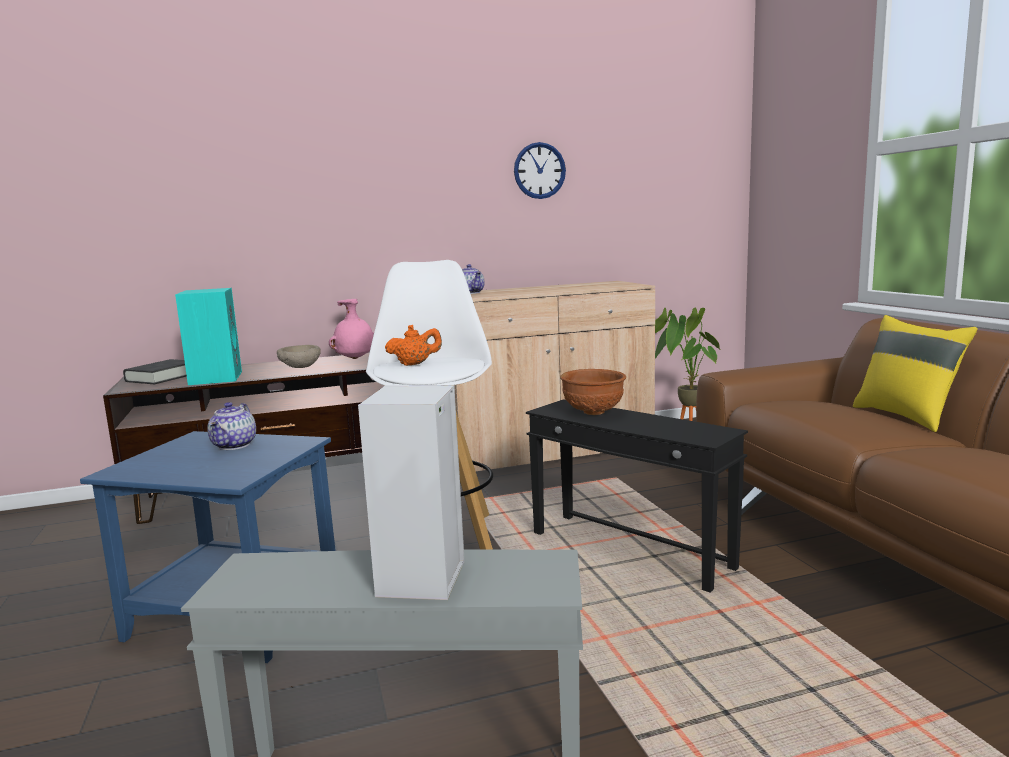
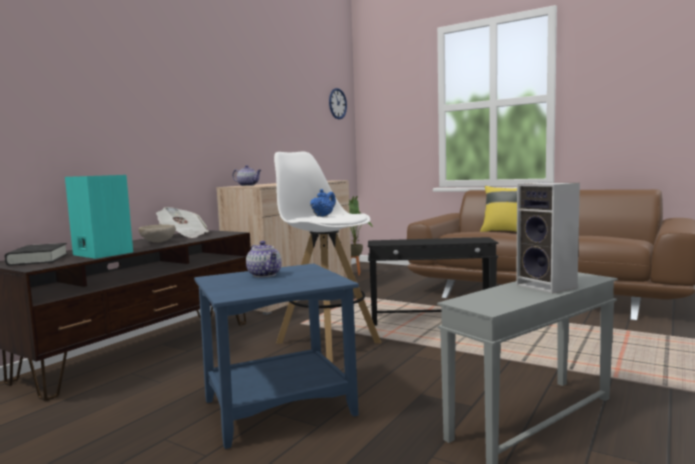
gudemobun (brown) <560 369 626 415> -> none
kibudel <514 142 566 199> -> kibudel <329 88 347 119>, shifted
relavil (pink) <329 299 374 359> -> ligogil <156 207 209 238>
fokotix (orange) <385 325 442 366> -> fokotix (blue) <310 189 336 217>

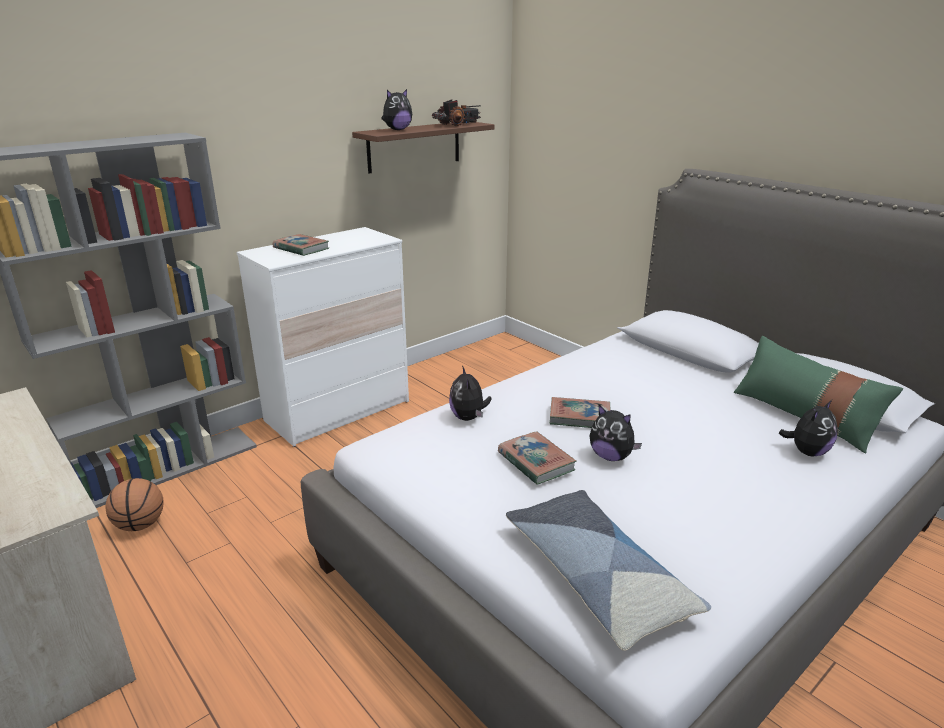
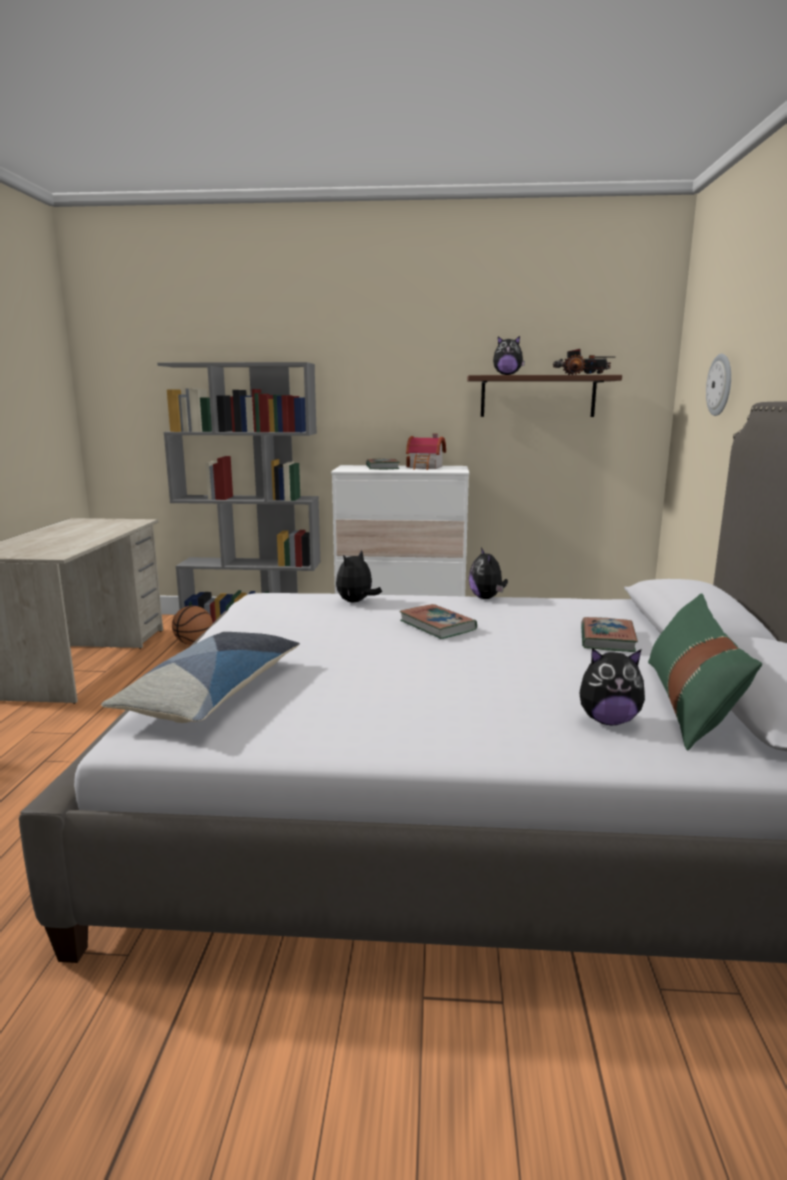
none -> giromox <406 434 446 470>
none -> kibudel <706 354 731 416>
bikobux <498 431 577 485> -> bikobux <581 617 638 652>, shifted
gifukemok <589 405 642 461> -> gifukemok <469 548 508 599>, shifted

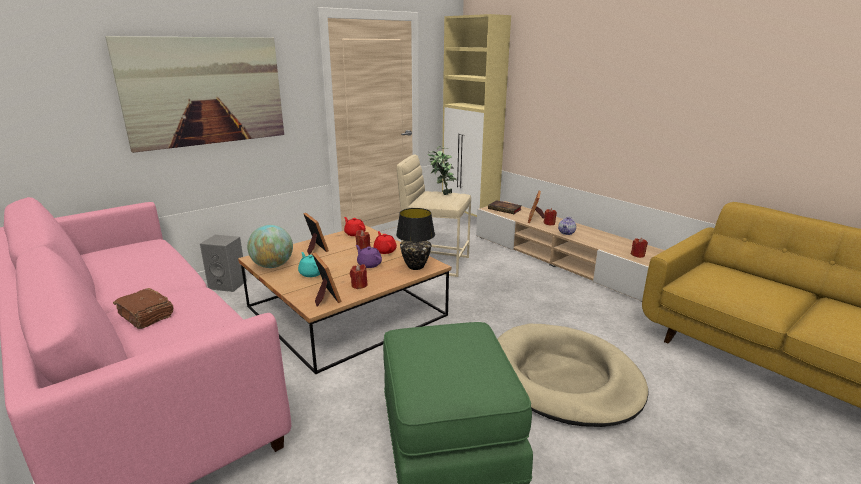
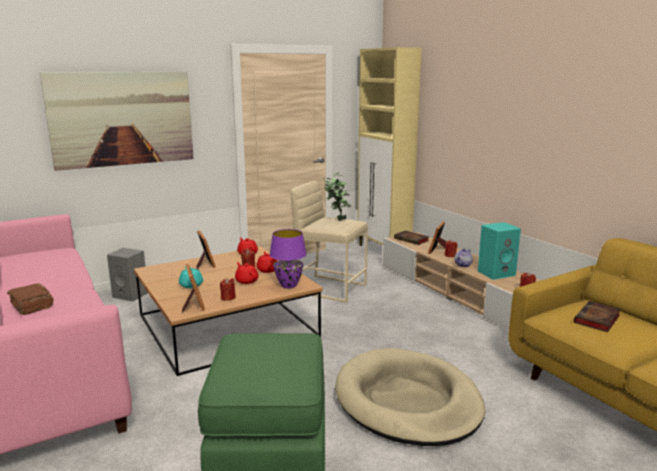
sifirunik <247 225 293 268> -> none
none -> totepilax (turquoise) <478 222 521 280>
none -> bikobux <574 301 621 332>
fokotix (purple) <356 245 382 268> -> fokotix (red) <235 262 259 284>
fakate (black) <396 208 435 270> -> fakate (purple) <269 229 307 288>

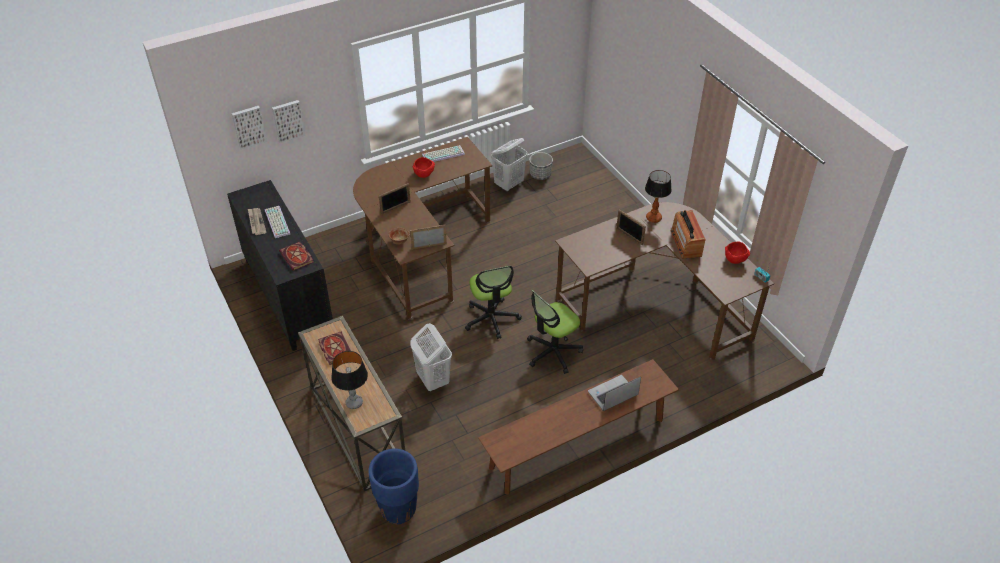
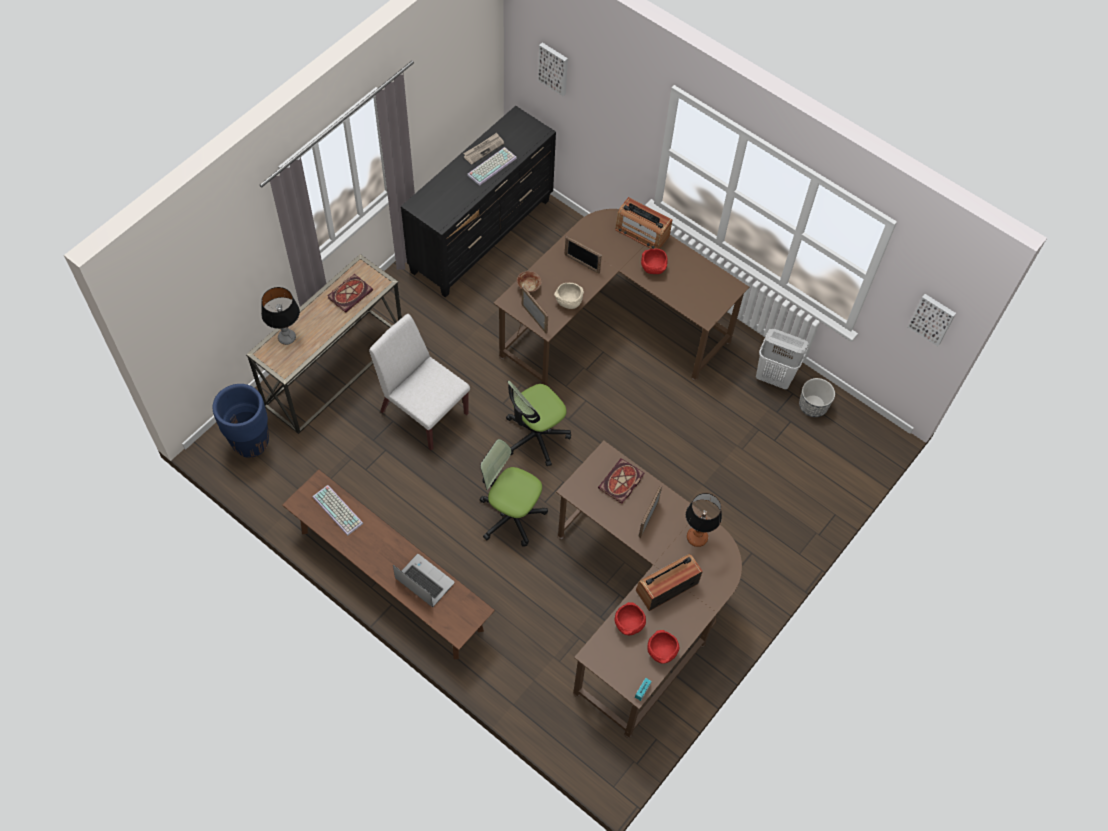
none -> gudemobun (beige) <554 283 584 309>
none -> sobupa <615 197 672 249>
none -> gudemobun (red) <615 602 646 635>
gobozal <272 100 306 143> -> gobozal <908 294 956 346>, shifted
bikobux <279 242 314 271> -> bikobux <598 458 644 504>, shifted
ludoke <422 145 465 162> -> ludoke <313 485 363 536>, shifted
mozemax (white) <410 323 452 391> -> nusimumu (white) <369 314 470 450>

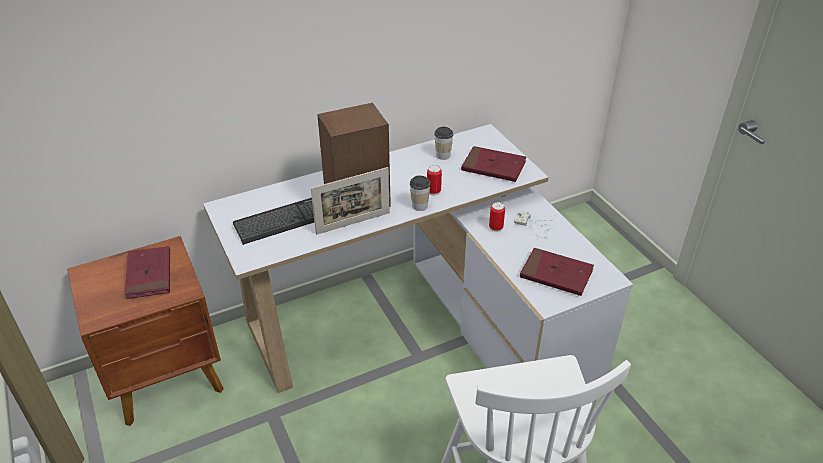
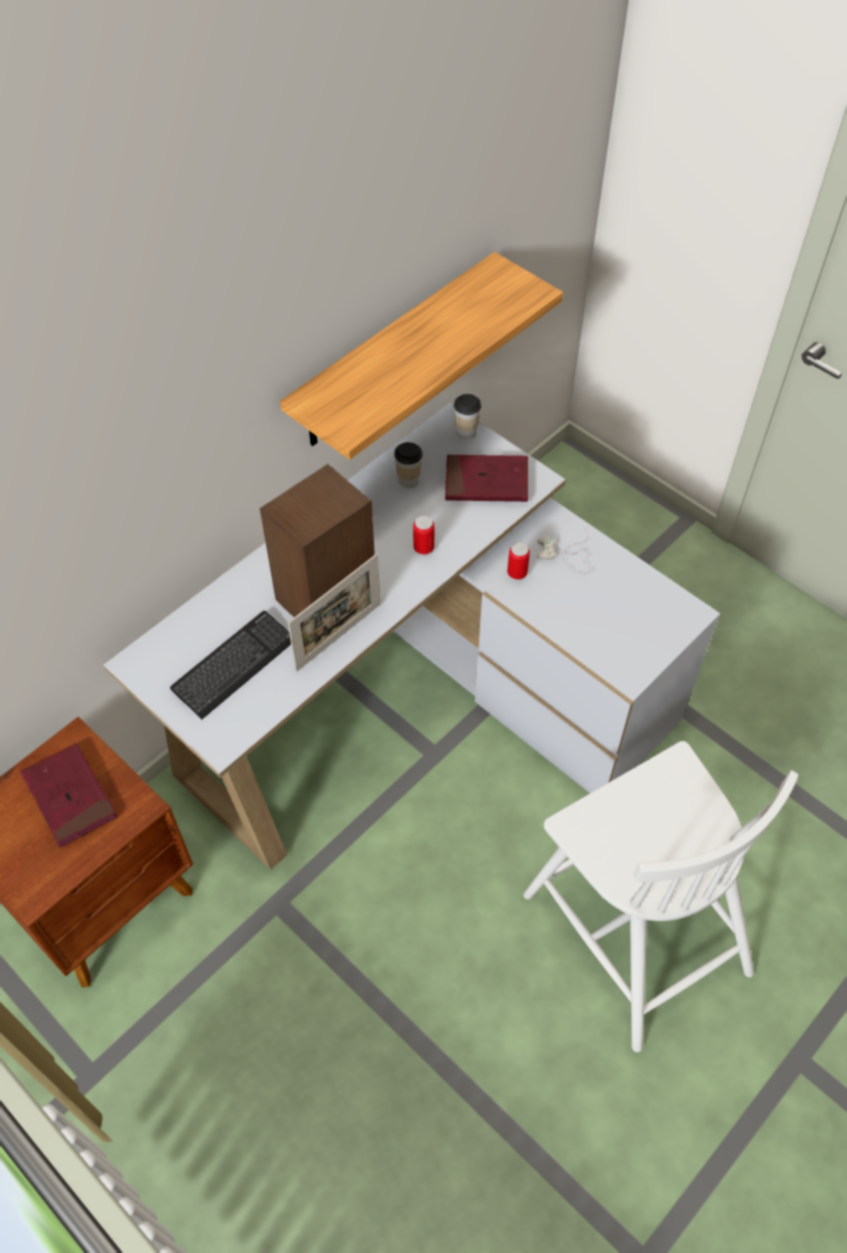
bikobux (red) <520 248 594 296> -> none
none -> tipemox <280 252 563 460>
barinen <410 175 431 211> -> barinen <454 394 481 439>, shifted

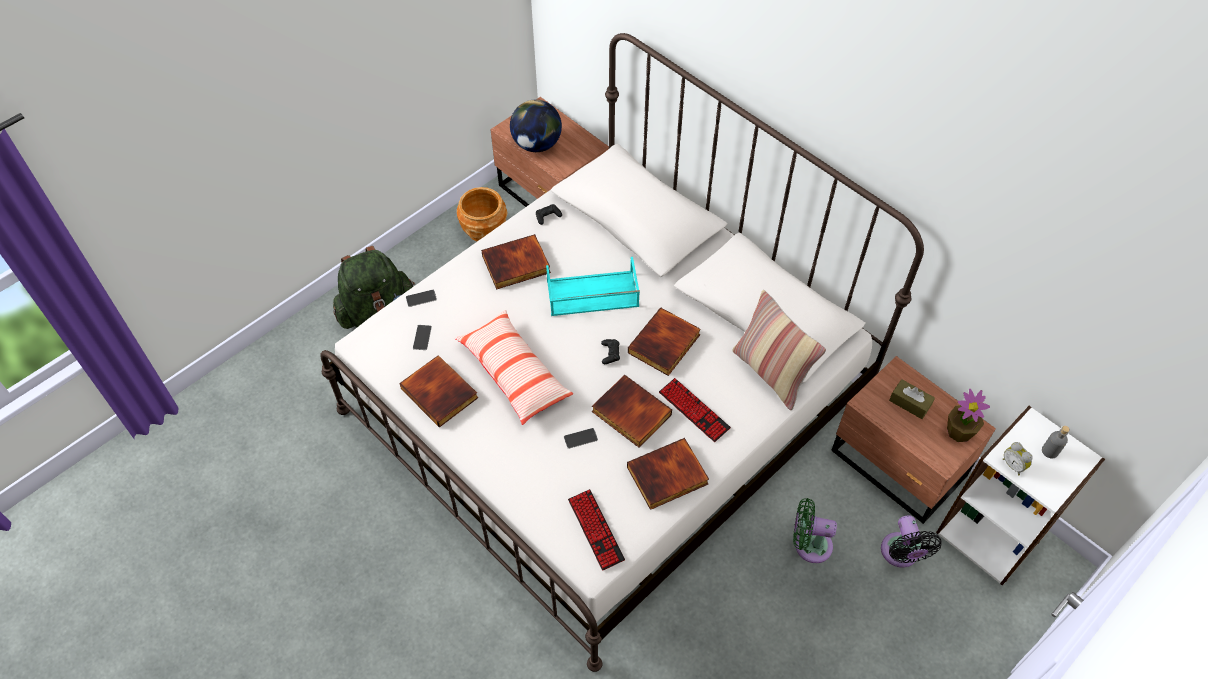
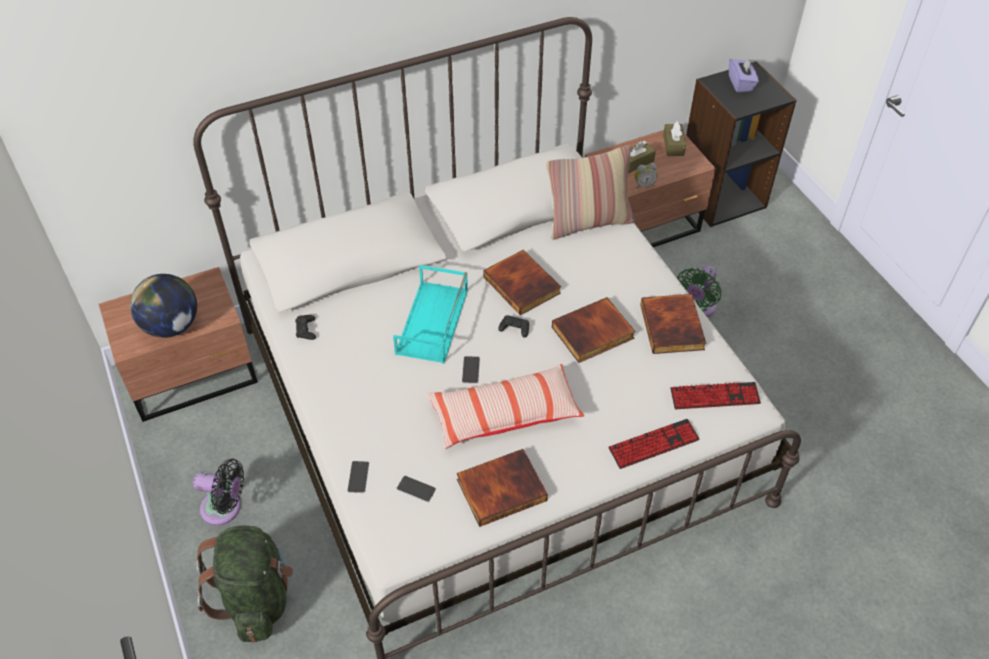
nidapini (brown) <457 187 507 242> -> none
bikobux <481 234 551 290> -> none
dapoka <564 428 598 449> -> dapoka <462 356 480 384>, shifted
ludoke <659 378 731 442> -> ludoke <608 419 700 469>, shifted
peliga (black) <881 515 942 568> -> peliga (black) <193 459 244 525>, shifted
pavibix <1003 442 1033 476> -> pavibix <634 163 657 189>, shifted
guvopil <947 389 990 442> -> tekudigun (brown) <663 121 686 156>
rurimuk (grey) <1042 426 1070 458> -> tekudigun (purple) <729 58 759 92>
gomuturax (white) <936 406 1105 585> -> gomuturax (black) <686 61 797 227>

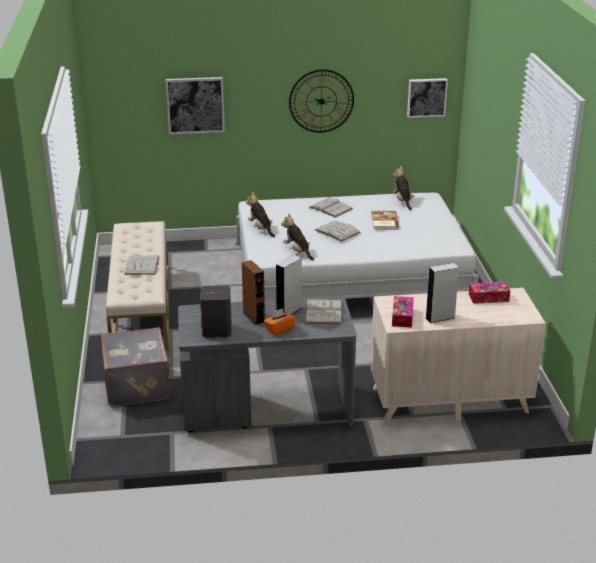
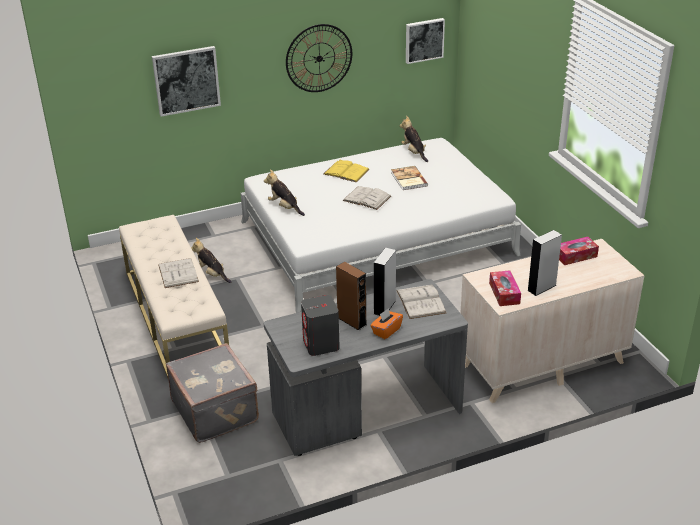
gifukemok <281 213 314 261> -> gifukemok <191 238 231 283>, shifted
bikobux (white) <310 197 353 218> -> bikobux (yellow) <324 160 370 183>

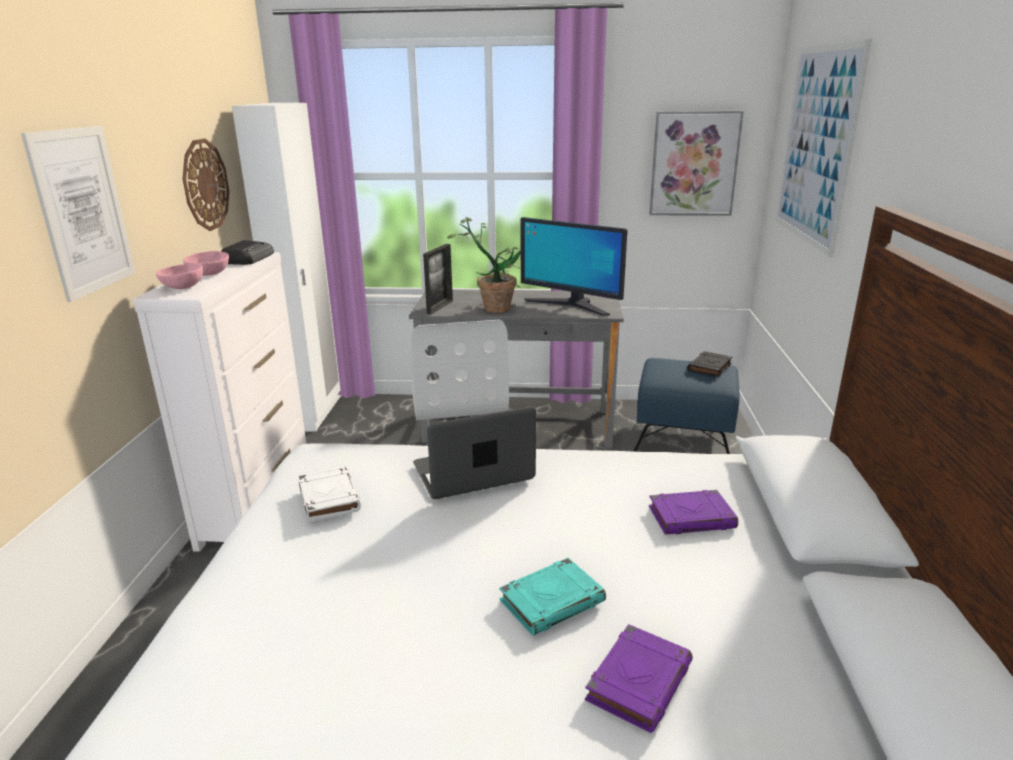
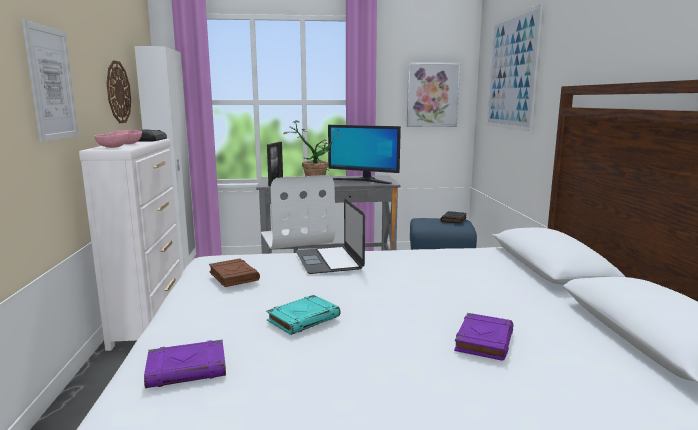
bikobux (turquoise) <499 558 606 636> -> bikobux (turquoise) <266 295 341 335>, shifted
bikobux (purple) <649 490 738 535> -> bikobux (purple) <144 340 226 388>, shifted
bikobux (white) <298 467 361 522> -> bikobux (brown) <209 258 260 287>
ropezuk <413 406 536 499> -> ropezuk <296 199 365 274>, 75 degrees counterclockwise

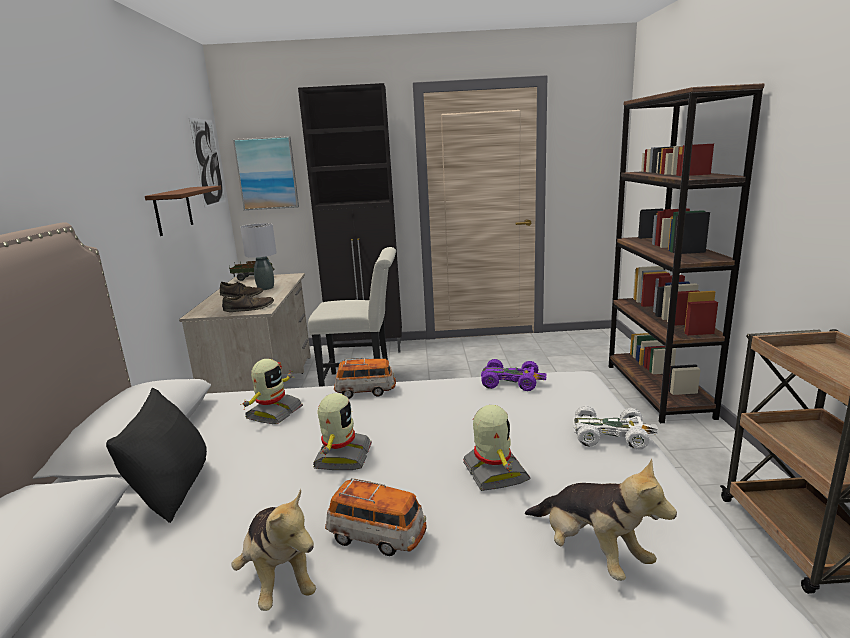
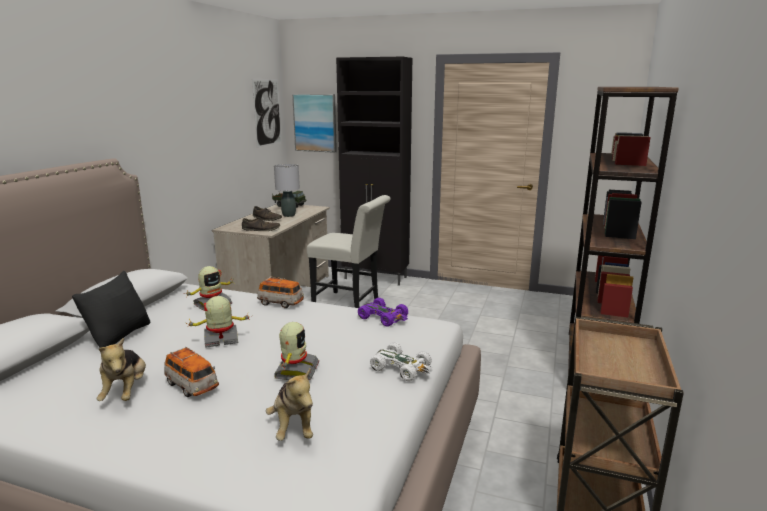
tipemox (brown) <145 186 221 236> -> none
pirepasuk <313 393 372 470> -> pirepasuk <186 296 252 348>, 135 degrees counterclockwise

